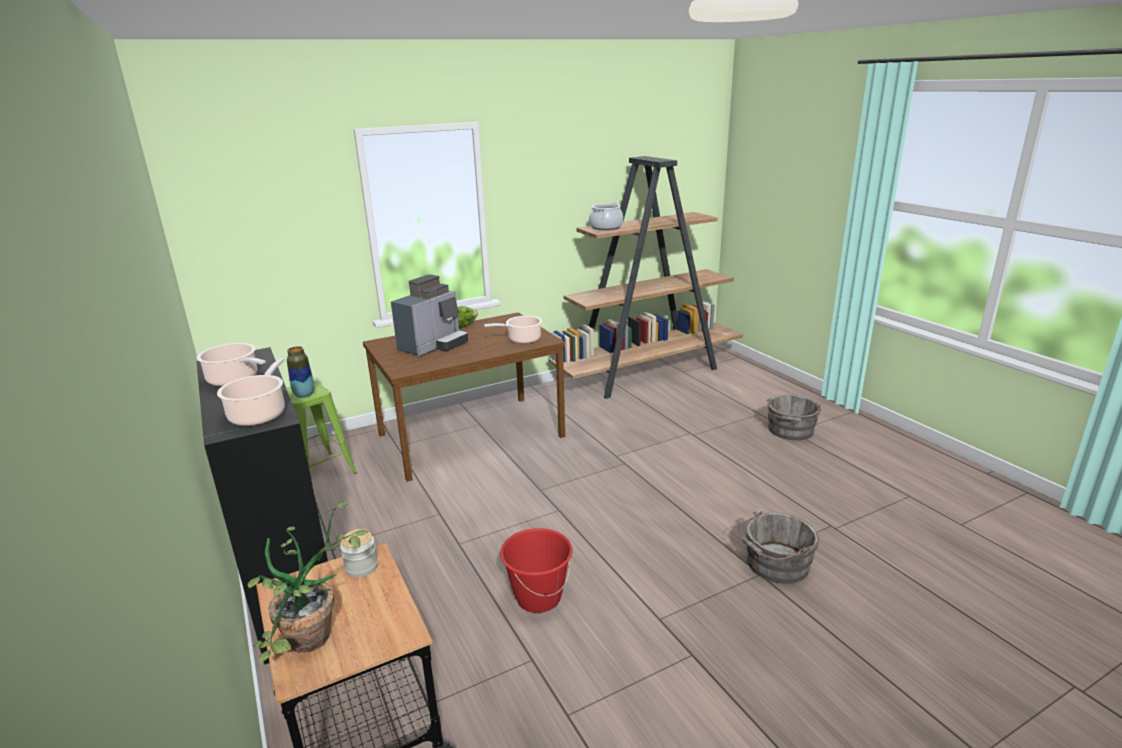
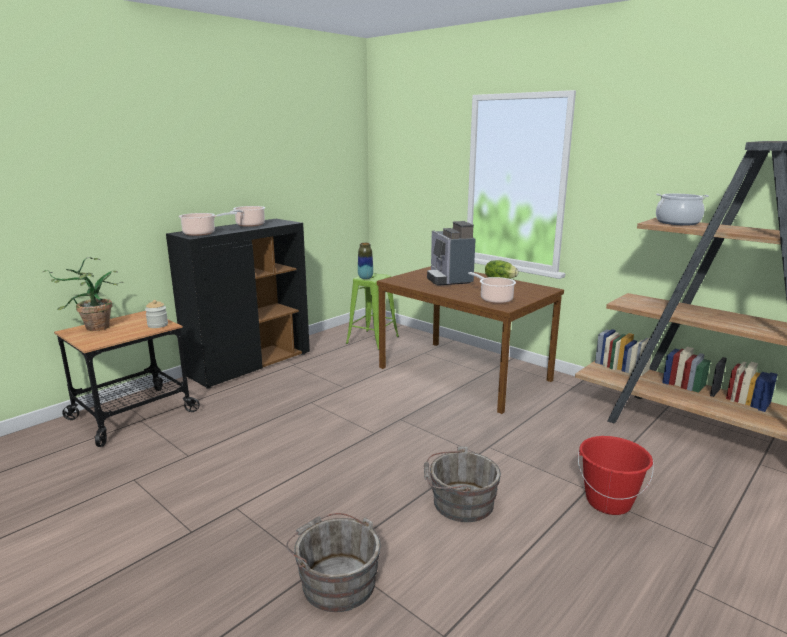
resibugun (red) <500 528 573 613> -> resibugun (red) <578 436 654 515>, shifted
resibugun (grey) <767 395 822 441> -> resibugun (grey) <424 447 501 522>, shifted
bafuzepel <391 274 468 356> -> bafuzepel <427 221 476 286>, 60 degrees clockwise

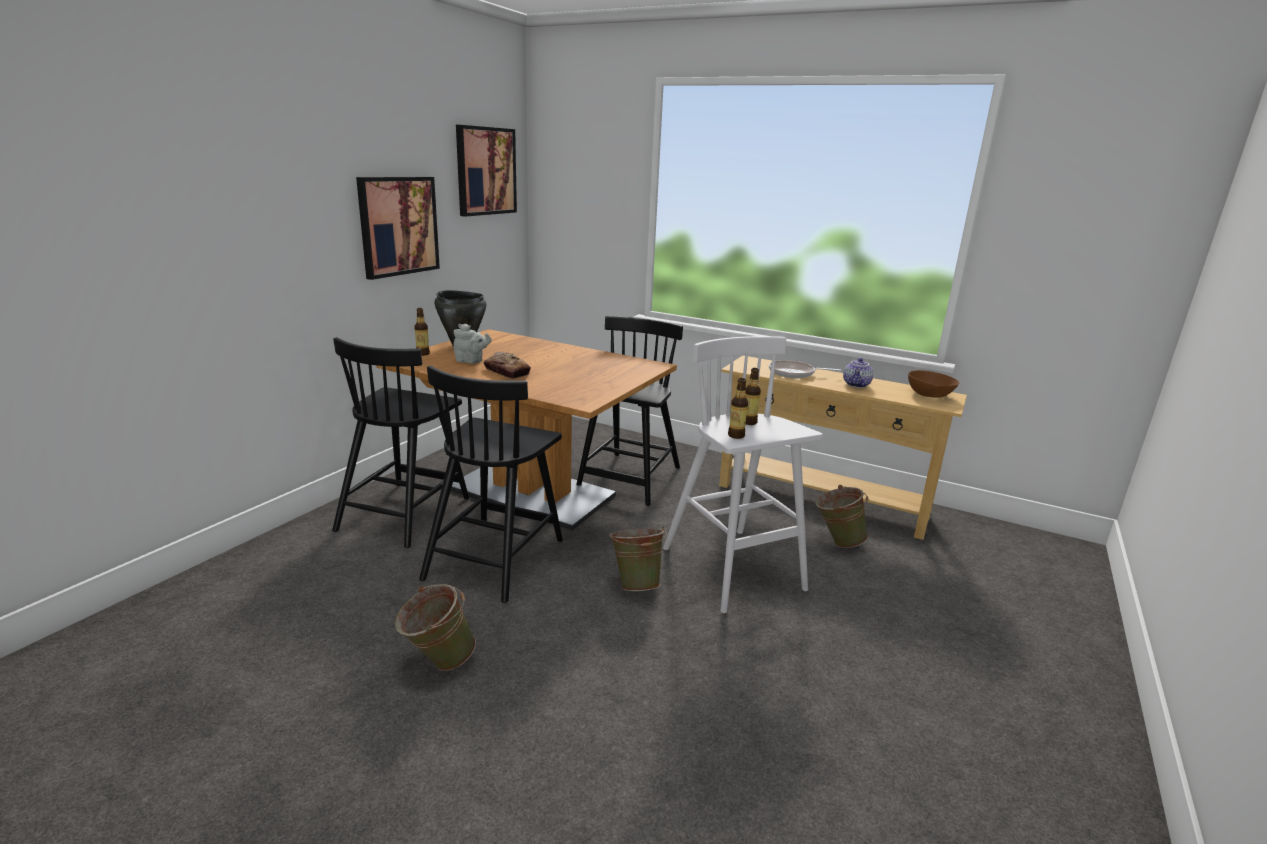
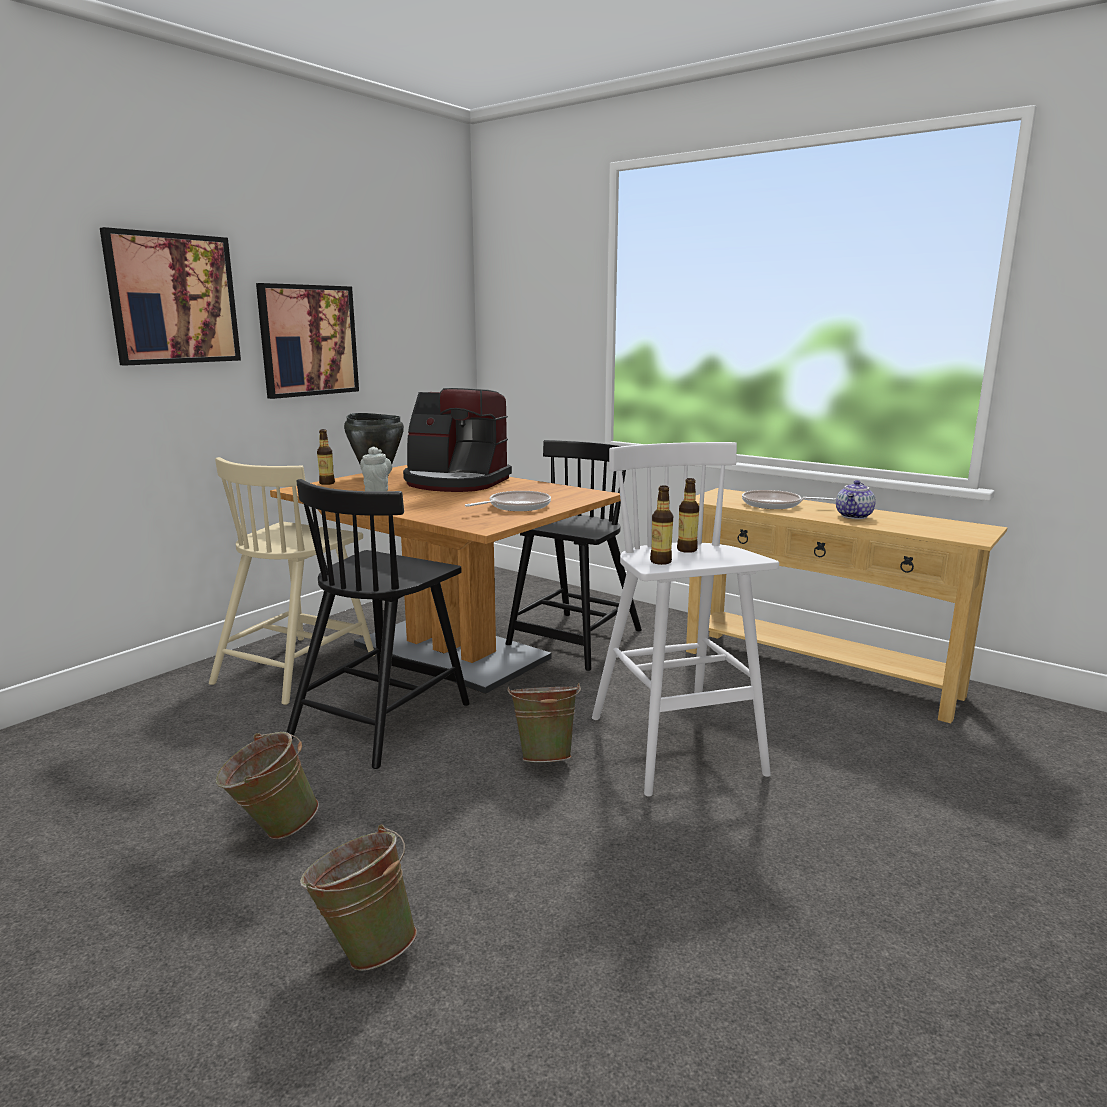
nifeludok <484 352 531 379> -> none
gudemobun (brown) <908 370 959 398> -> none
none -> bafuzepel <403 388 512 492>
none -> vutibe <465 491 551 511>
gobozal <456 125 517 217> -> gobozal <100 227 241 366>, shifted
resibugun (green) <815 485 868 548> -> resibugun (green) <300 825 417 971>, shifted
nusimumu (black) <332 337 469 548> -> nusimumu (beige) <209 457 375 705>
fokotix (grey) <454 324 492 363> -> fokotix (grey) <360 447 392 491>, 120 degrees counterclockwise

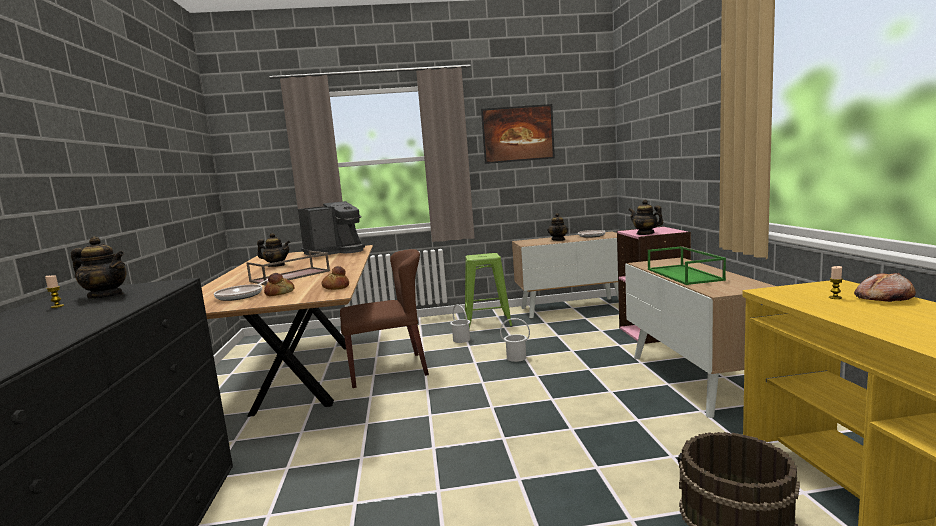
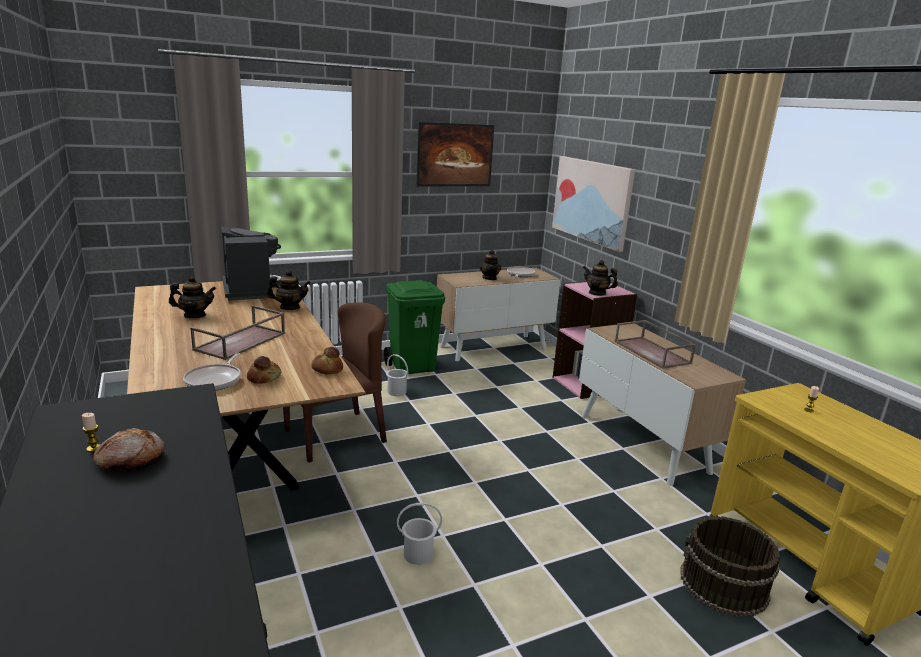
none -> gobozal <552 156 635 252>
fokotix <71 236 127 299> -> fokotix <267 270 311 310>, shifted
resibugun (white) <500 318 530 362> -> resibugun (white) <397 503 442 565>, shifted
nifeludok <854 273 916 302> -> nifeludok <93 428 165 471>, shifted
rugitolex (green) <465 253 512 329> -> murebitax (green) <384 280 445 374>
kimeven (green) <648 246 726 285> -> kimeven (brown) <615 320 696 369>
bafuzepel <298 201 365 257> -> bafuzepel <221 226 283 301>, 60 degrees counterclockwise

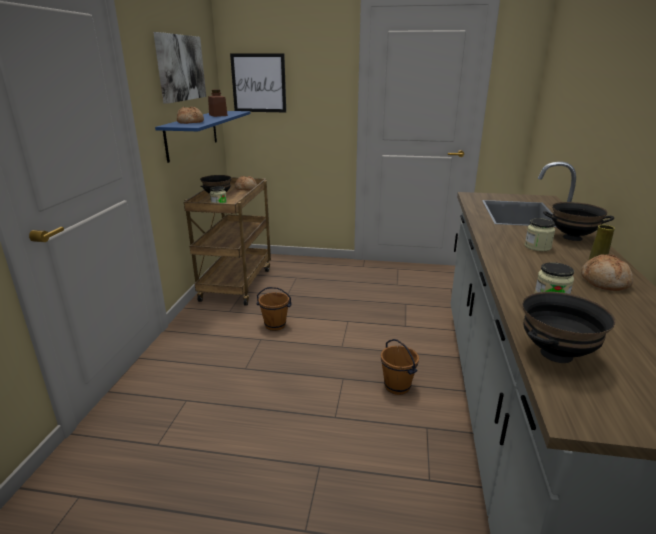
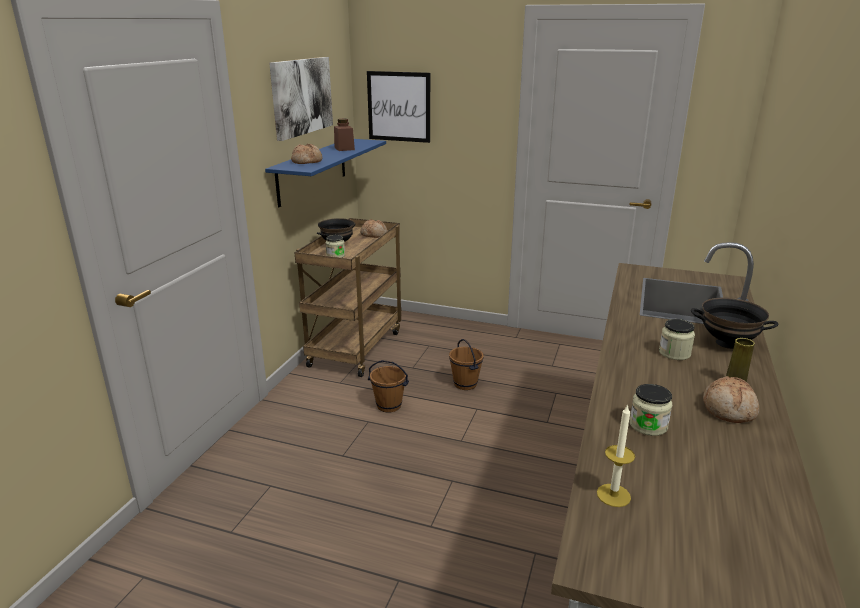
resibugun (brown) <381 339 419 395> -> resibugun (brown) <449 339 484 390>, shifted
gudemobun (black) <523 292 615 363> -> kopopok <597 404 635 507>

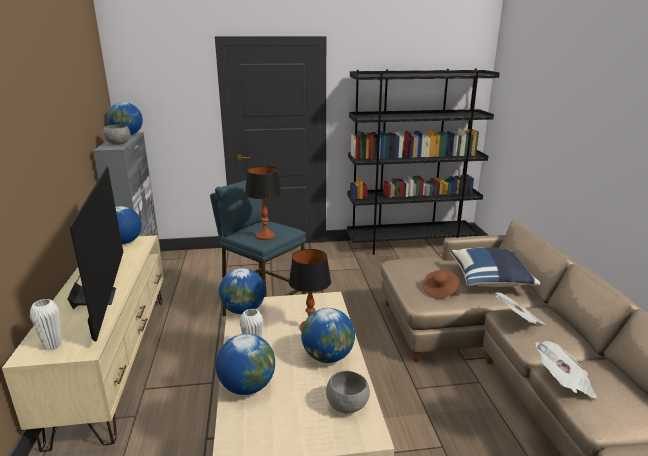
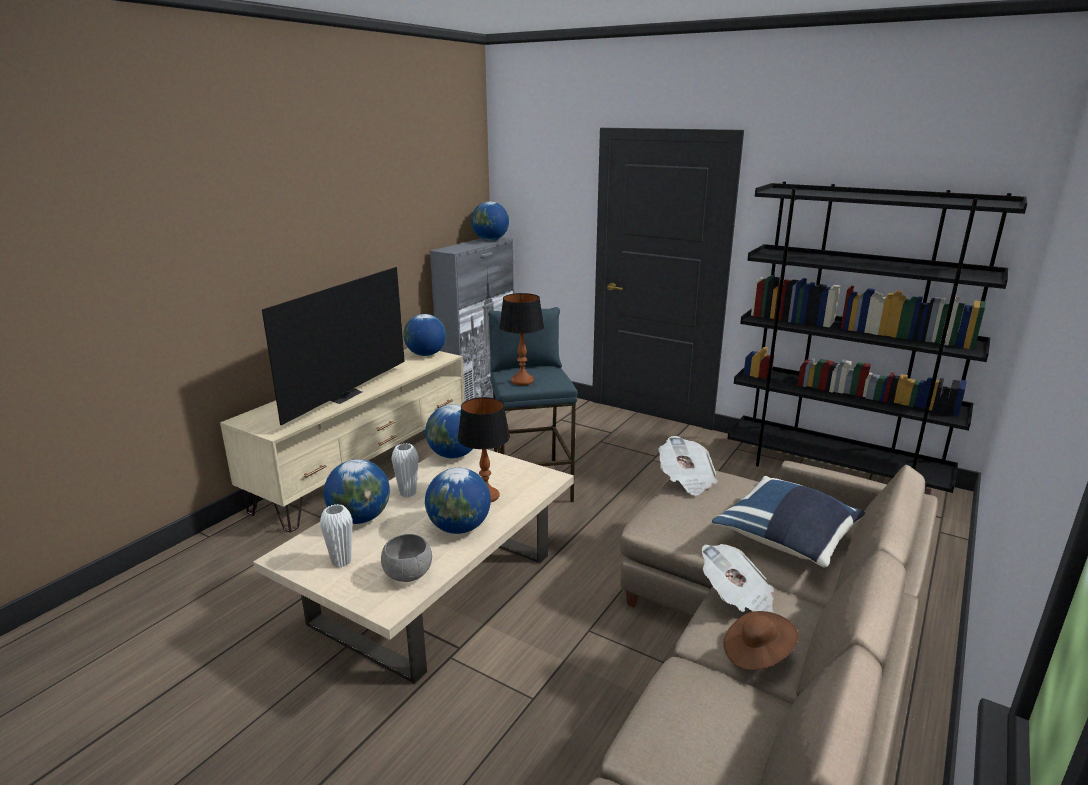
gudemobun (grey) <103 125 131 145> -> none
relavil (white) <30 299 62 351> -> relavil (white) <320 504 353 567>, shifted
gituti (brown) <423 270 460 298> -> gituti (brown) <723 611 799 670>, shifted
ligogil <535 341 597 399> -> ligogil <658 436 718 496>, shifted

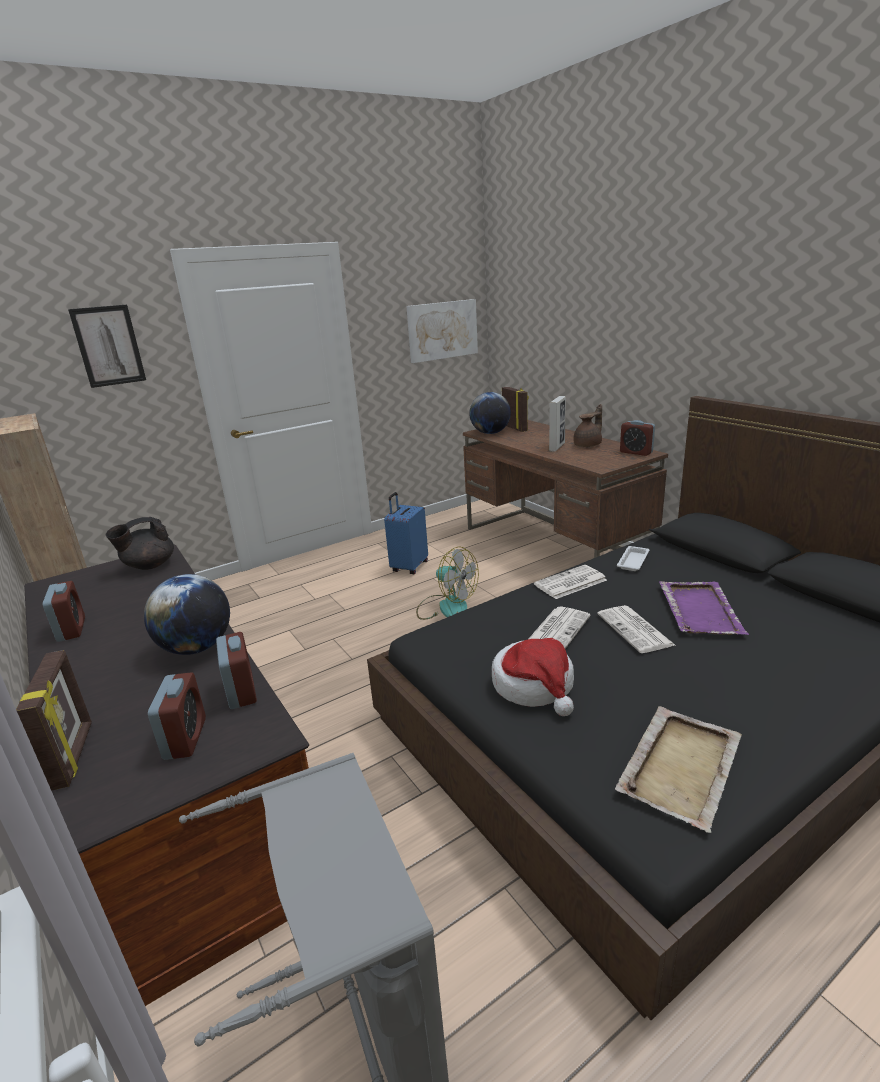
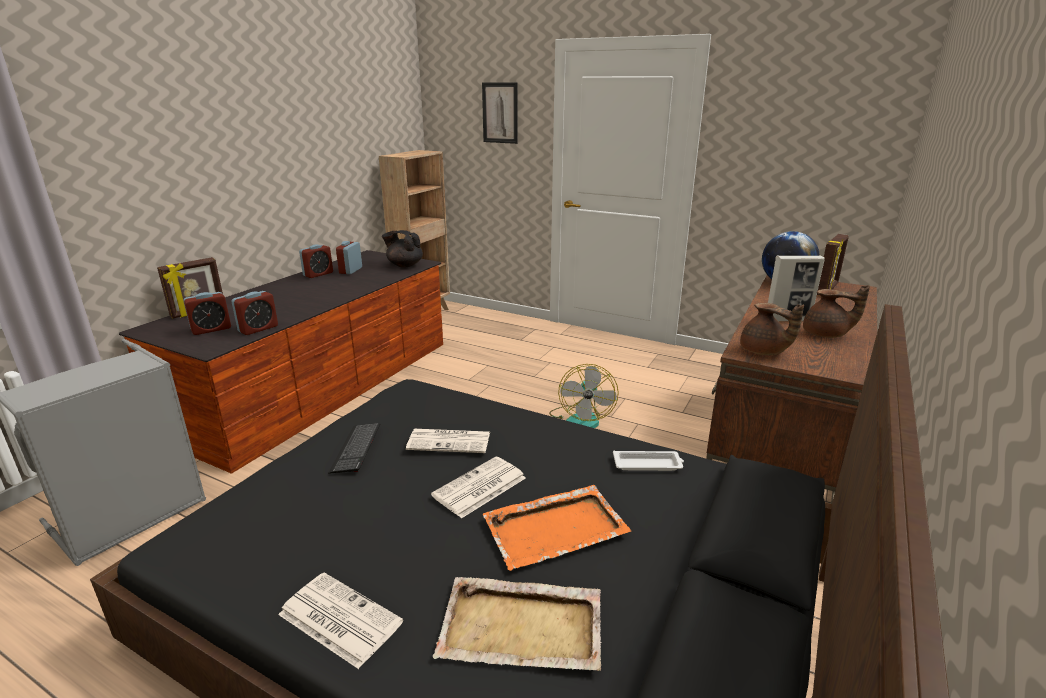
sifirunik <144 574 230 655> -> none
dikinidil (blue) <384 492 428 574> -> none
gobozal <406 299 478 363> -> none
none -> fokotix (brown) <740 303 804 355>
ligogil <534 565 607 599> -> ligogil <278 572 403 669>, shifted
kimeven (beige) <615 706 741 833> -> kimeven (beige) <433 577 602 671>, shifted
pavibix <620 420 655 456> -> pavibix <336 241 362 274>, shifted
gituti <492 638 574 716> -> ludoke <328 422 380 474>
kimeven (purple) <659 581 749 635> -> kimeven (orange) <483 485 631 571>

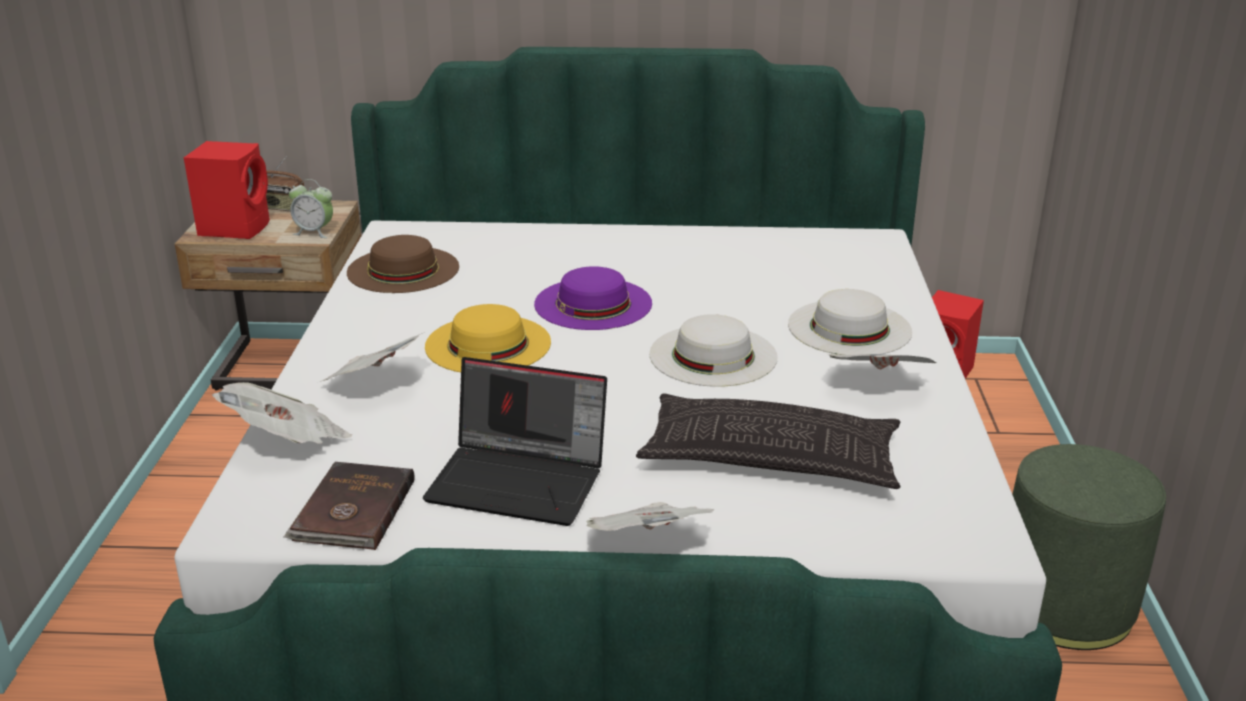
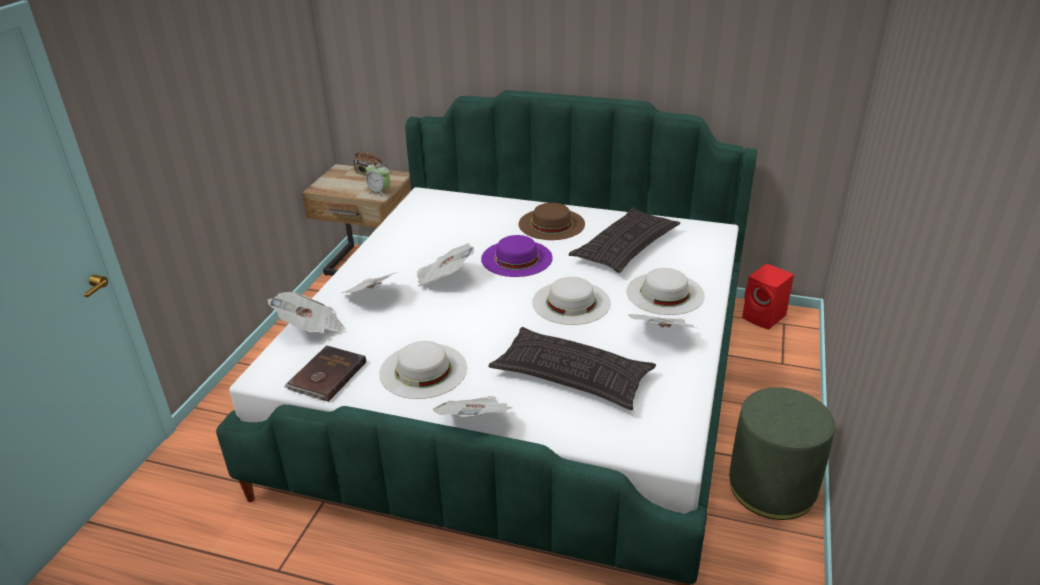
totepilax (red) <184 141 270 239> -> none
none -> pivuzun <569 207 680 273>
gituti (brown) <347 235 459 293> -> gituti (brown) <518 203 585 240>, shifted
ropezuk <423 357 607 526> -> gituti (white) <379 341 467 399>
gituti (yellow) <425 304 551 372> -> ligogil <417 243 474 287>

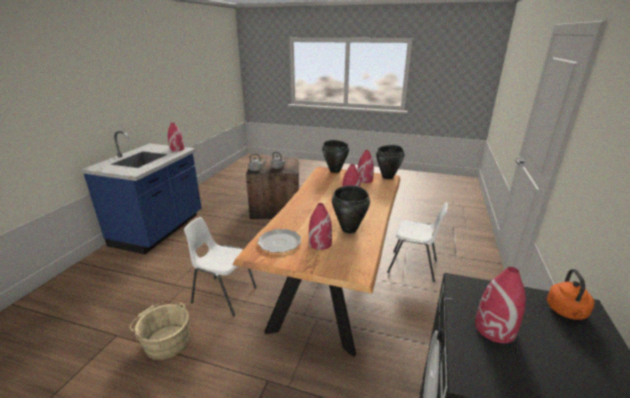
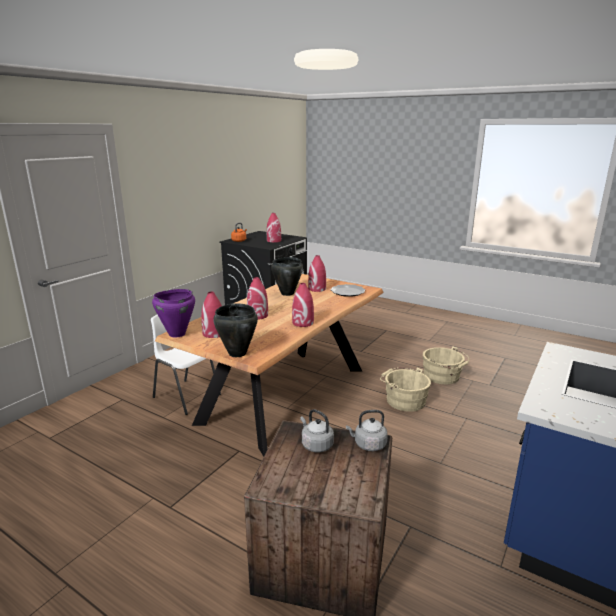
relavil (red) <168 123 184 152> -> relavil (red) <292 283 314 327>, shifted
nusimumu (white) <184 217 257 316> -> resibugun (beige) <380 367 431 412>
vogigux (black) <376 145 404 179> -> vogigux (purple) <152 289 195 338>

